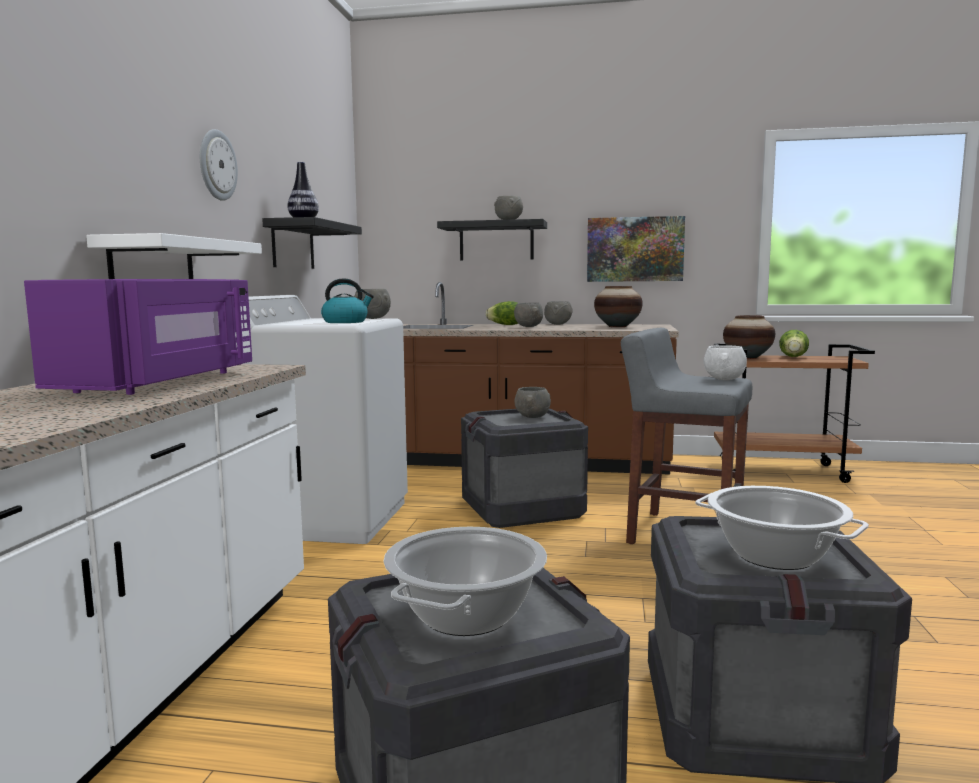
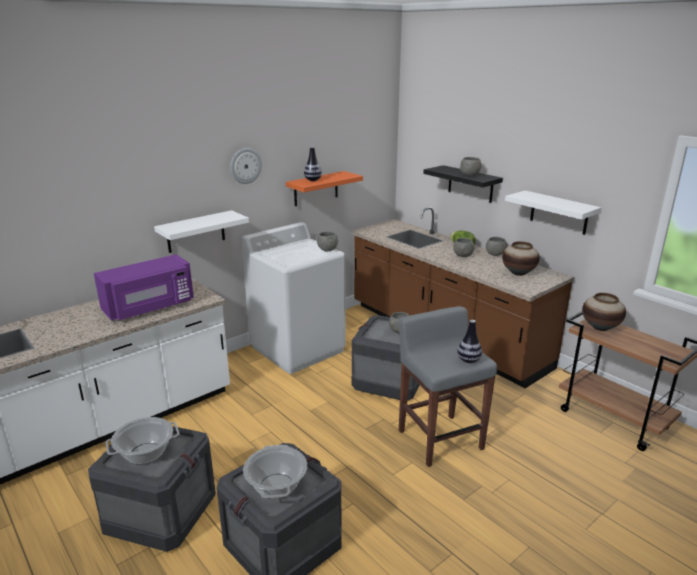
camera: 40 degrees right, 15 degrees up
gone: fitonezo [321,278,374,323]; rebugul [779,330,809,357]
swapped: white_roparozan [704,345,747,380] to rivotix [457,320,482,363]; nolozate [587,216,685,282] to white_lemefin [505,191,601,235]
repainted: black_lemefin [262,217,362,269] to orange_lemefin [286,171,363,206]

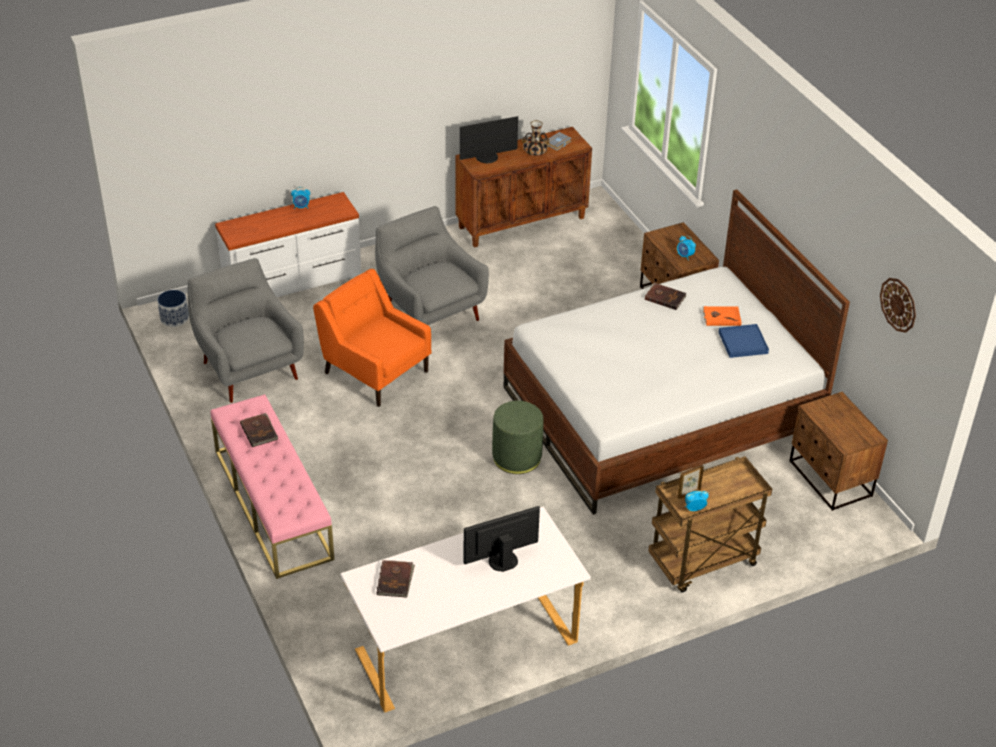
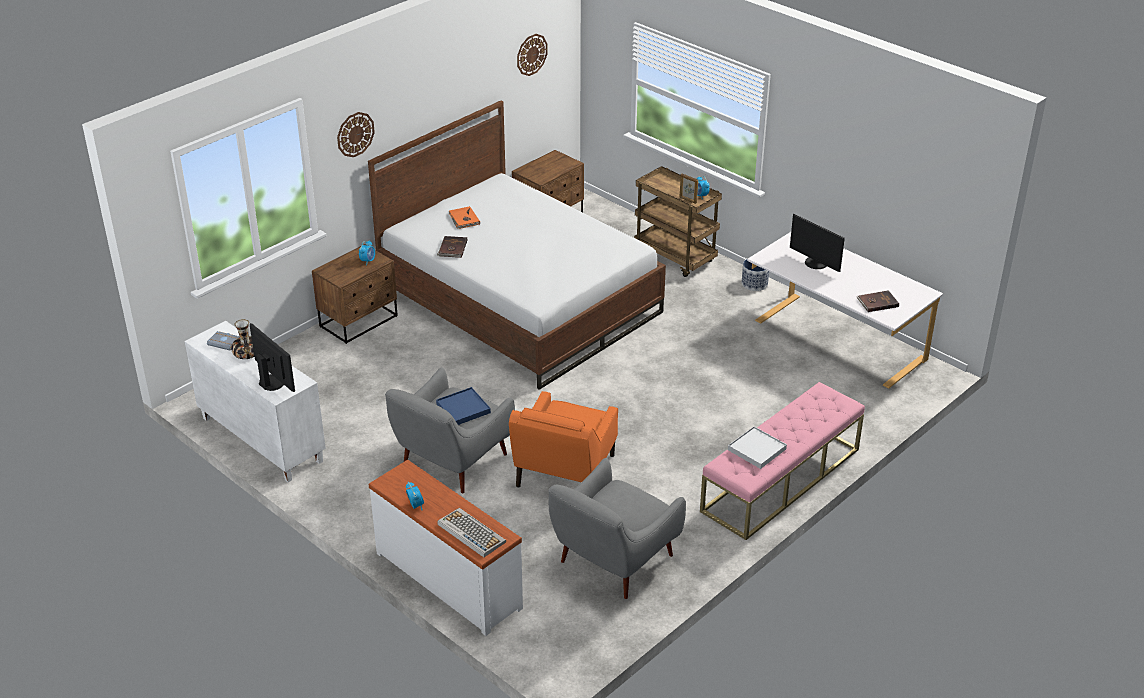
camera: 110 degrees left, 5 degrees down
gone: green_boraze [492,401,543,474]
new: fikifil [337,112,375,157]; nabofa [438,508,506,557]
shifted: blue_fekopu [719,324,769,358] to [436,387,491,425]; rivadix [157,290,189,327] to [742,259,769,291]
swapped: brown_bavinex [240,413,278,447] to white_fekopu [728,426,787,469]
repainted: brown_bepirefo [456,127,592,248] to white_bepirefo [184,321,326,482]

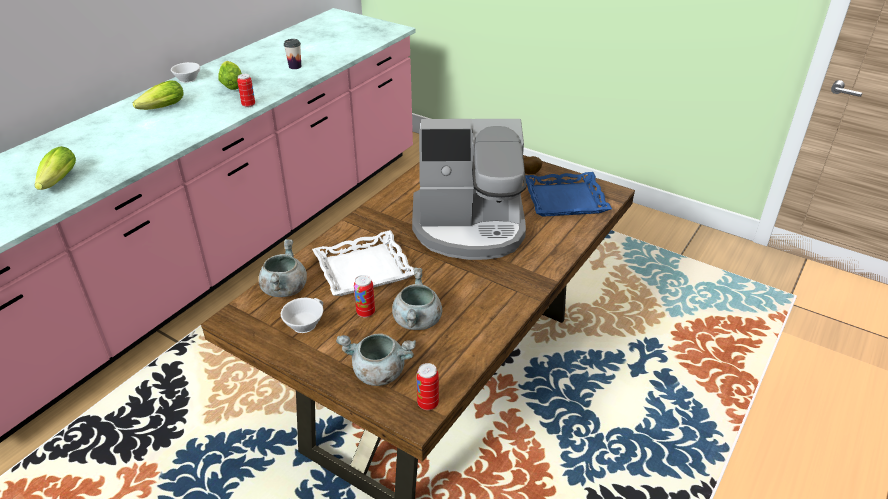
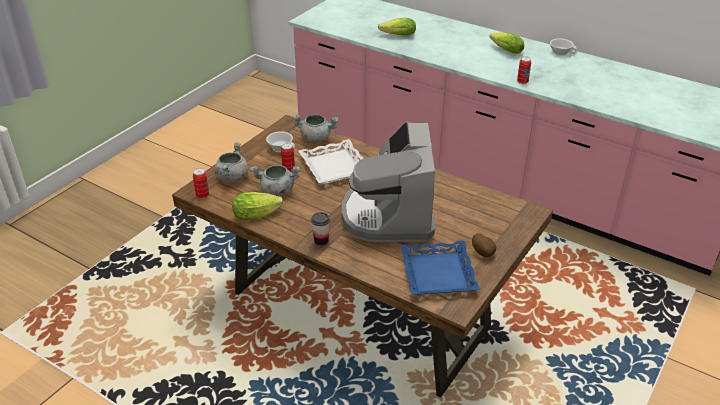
camera: 90 degrees right, 0 degrees up
shifted: rebugul [218,61,242,90] to [232,192,283,220]; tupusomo [284,39,301,69] to [311,212,330,245]

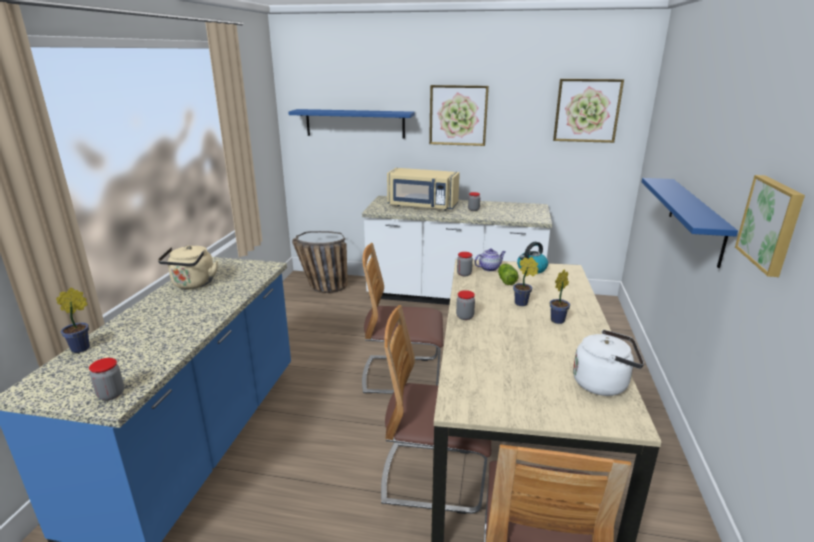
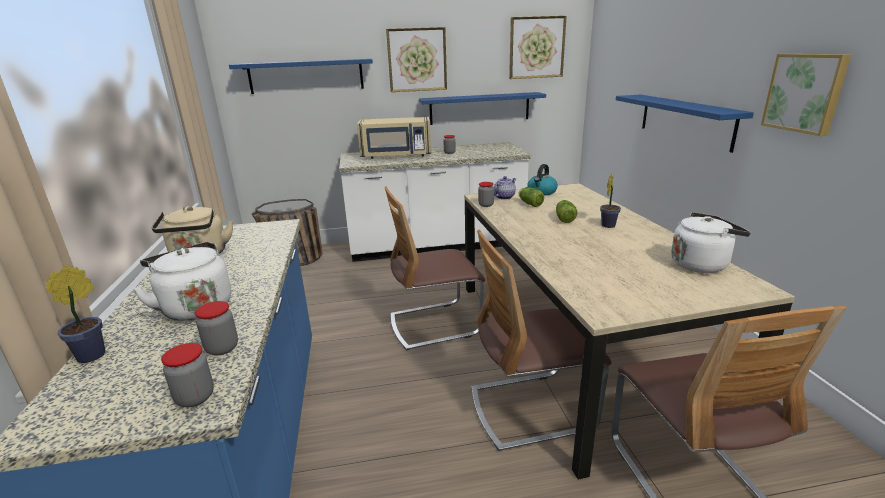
camera: 20 degrees left, 0 degrees up
new: white_fitonezo [132,242,231,321]; blue_lemefin [419,92,546,125]
shifted: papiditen [456,290,475,320] to [195,301,238,356]
swapped: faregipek [513,257,539,306] to rebugul [556,200,577,223]

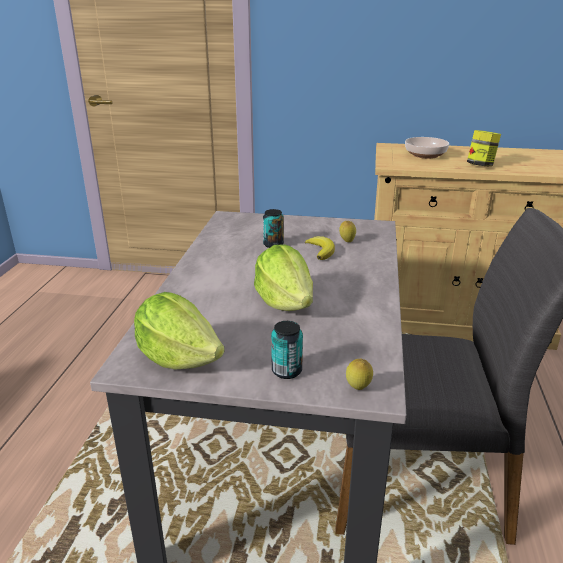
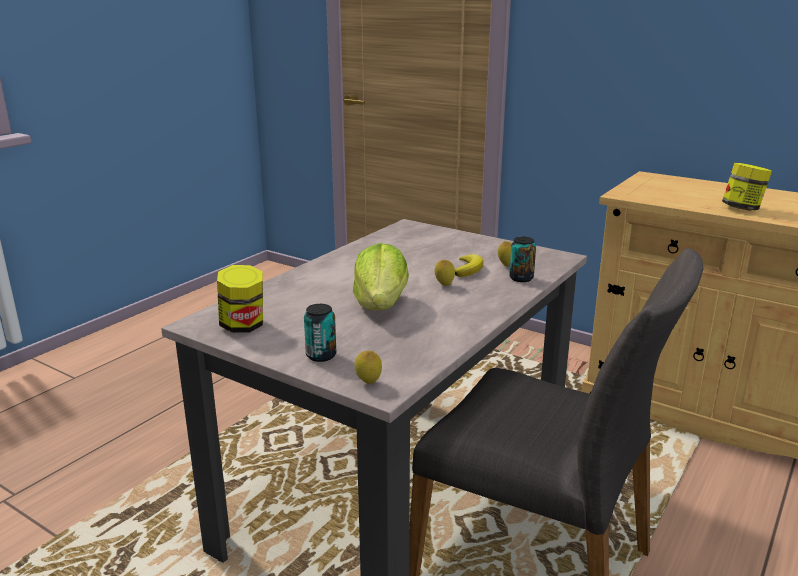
camera: 25 degrees right, 5 degrees down
gone: roparozan [405,137,449,159]
new: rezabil [435,260,455,286]
shifted: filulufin [263,209,284,248] to [509,237,536,282]
swapped: rebugul [134,292,224,370] to papiditen [217,265,263,333]

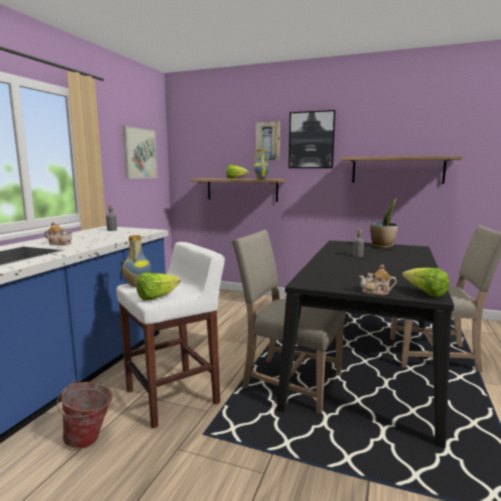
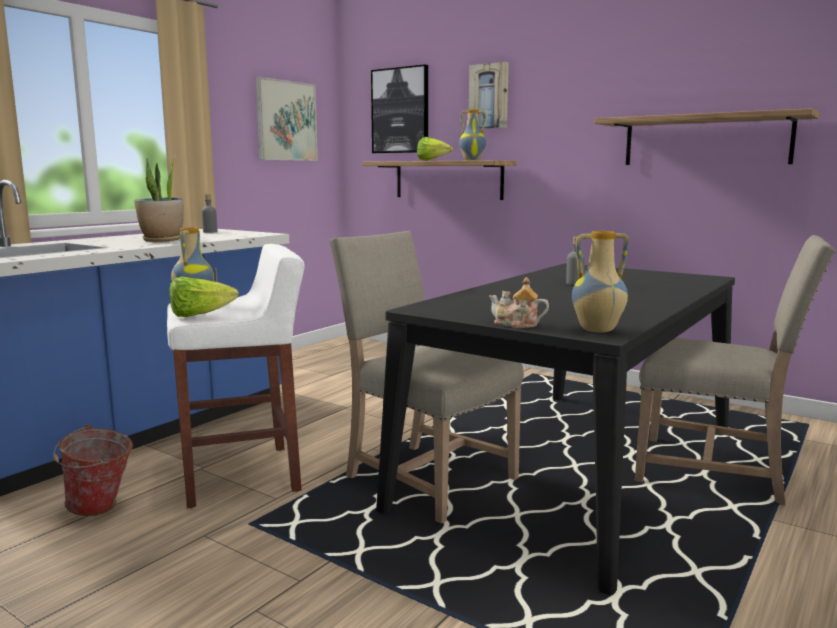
camera: 15 degrees right, 0 degrees up
gone: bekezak [44,222,72,245]
shifted: faregipek [370,199,398,248] to [134,153,184,242]; nolozate [289,110,335,168] to [371,64,428,153]
swapped: rebugul [402,268,449,298] to rivotix [572,231,629,333]

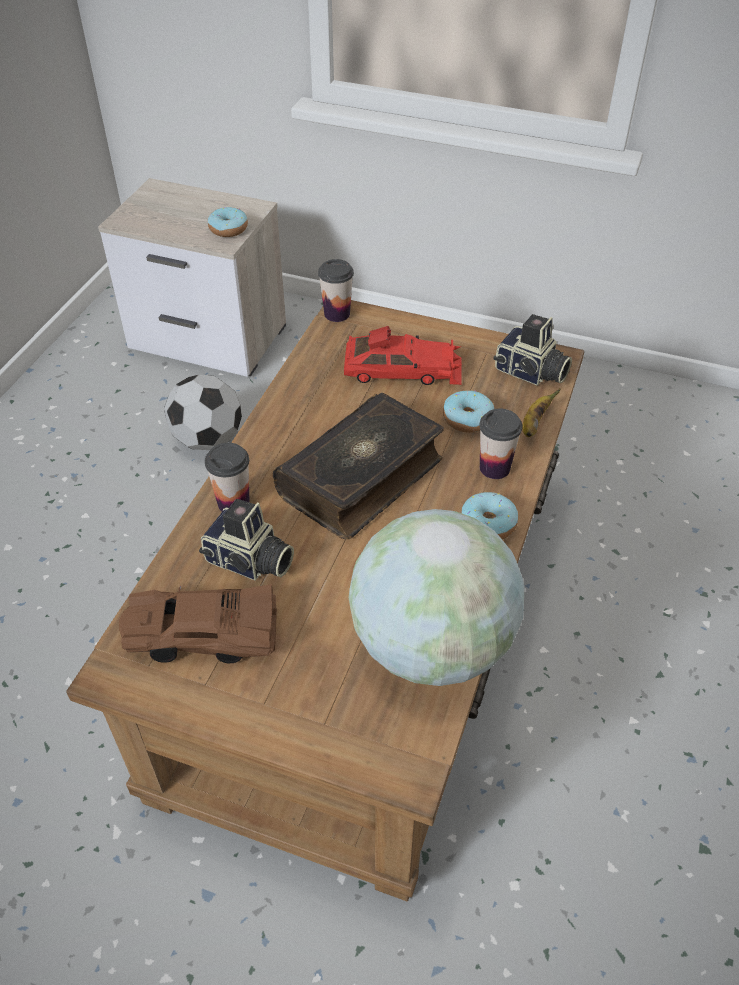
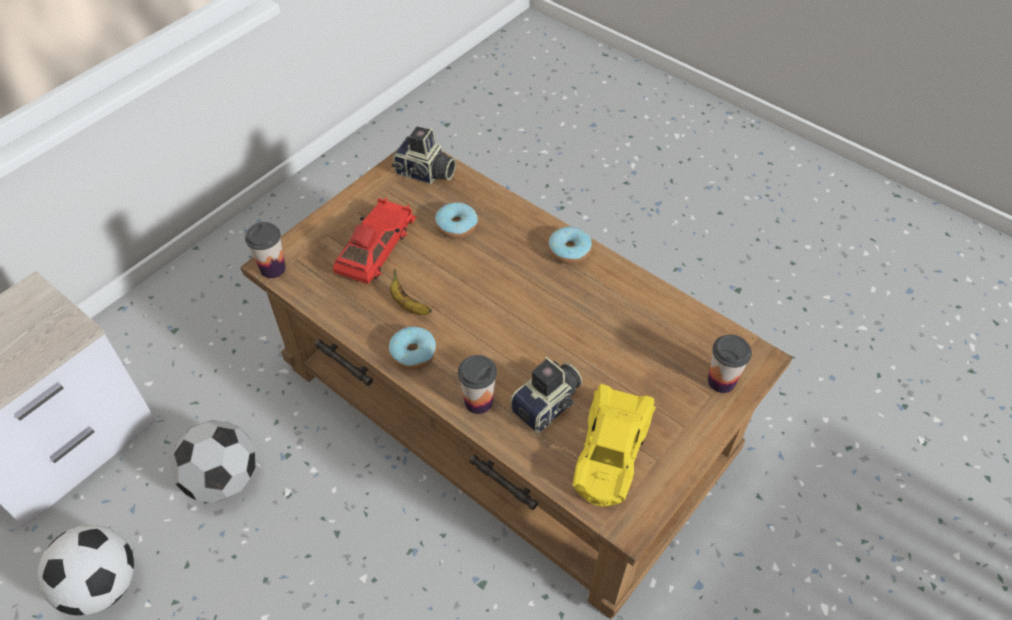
camera: 70 degrees left, 5 degrees up
gone: bavinex [273,393,444,539]; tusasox [349,509,524,686]
new: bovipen [38,525,134,616]
shifted: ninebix [208,207,248,237] to [389,327,437,370]; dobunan [522,389,560,437] to [390,269,432,315]; tupusomo [479,408,522,479] to [708,334,752,393]
repainted: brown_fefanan [119,584,277,663] to yellow_fefanan [573,384,656,506]
rotated: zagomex [493,314,572,386] = [392,127,456,184] 60 degrees clockwise

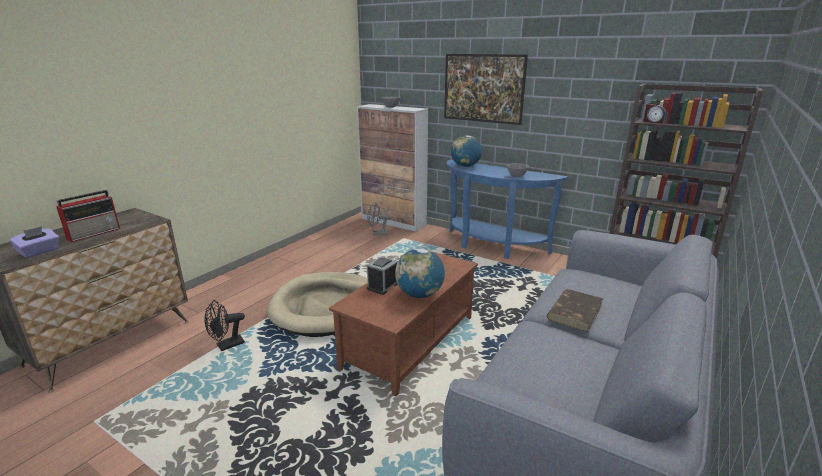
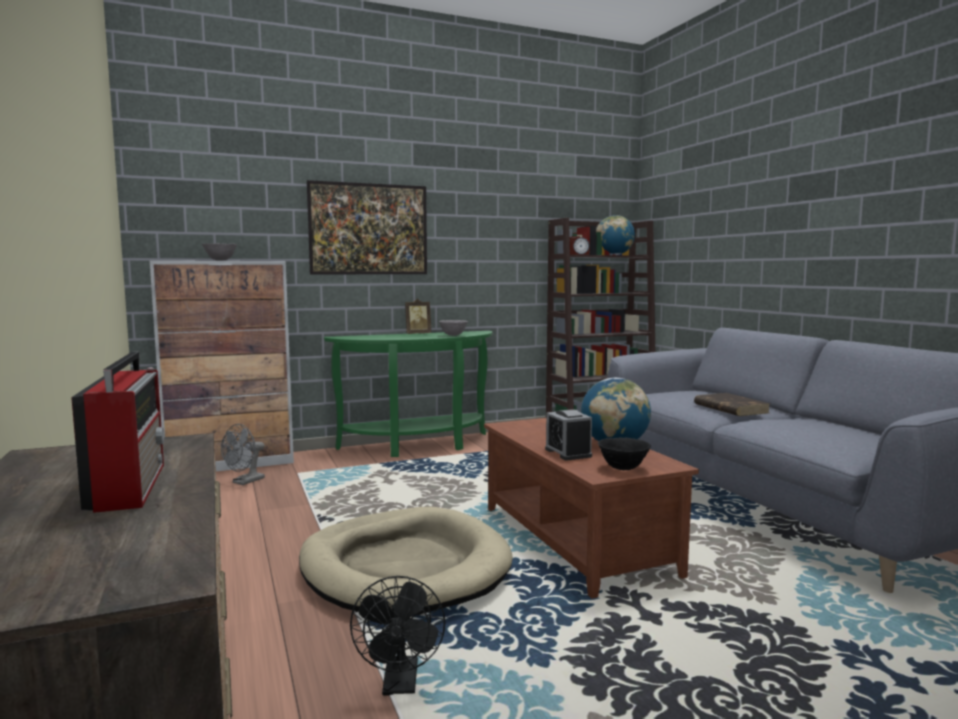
camera: 55 degrees left, 15 degrees down
gone: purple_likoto [9,226,59,258]
new: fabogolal [405,298,431,334]; black_roparozan [598,437,651,470]
shifted: tusasox [451,135,482,167] to [596,215,635,255]
repainted: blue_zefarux [446,160,568,259] to green_zefarux [324,331,493,457]

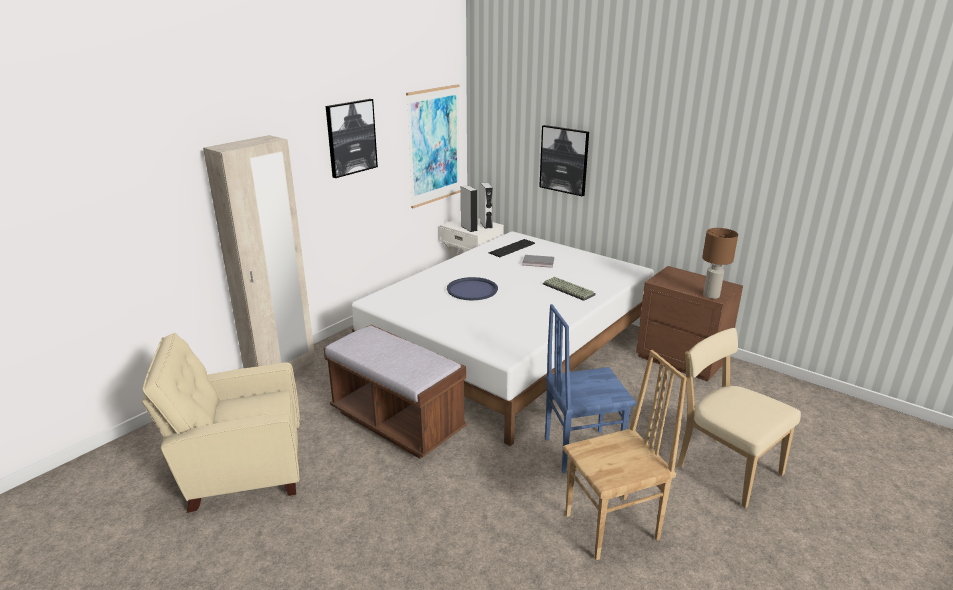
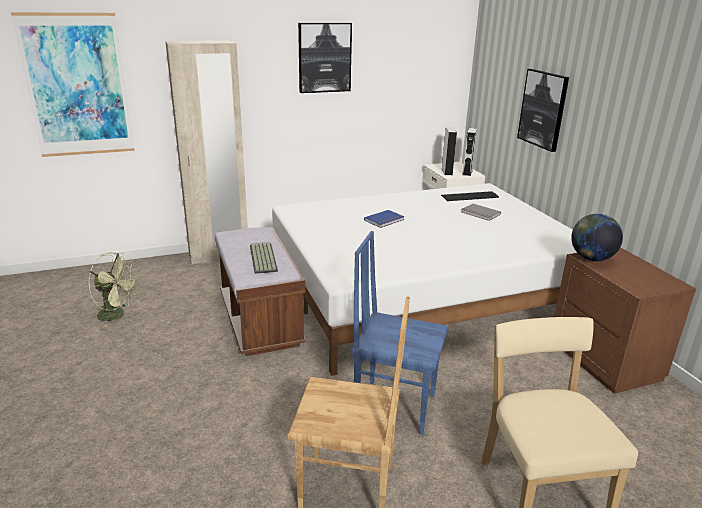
camera: 30 degrees right, 0 degrees up
gone: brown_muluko [702,228,738,299]
new: tusasox [571,214,623,261]
shifted: nolozate [406,84,461,208] to [11,12,135,157]; nabofa [543,277,596,301] to [250,242,278,274]
swapped: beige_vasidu [142,333,300,513] to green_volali [88,252,139,328]; blue_fekopu [447,277,498,300] to blue_bavinex [364,210,405,228]

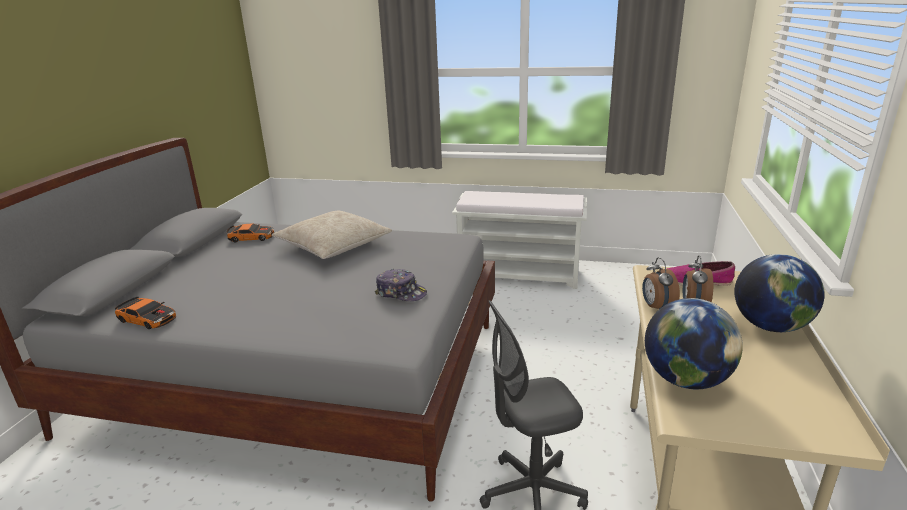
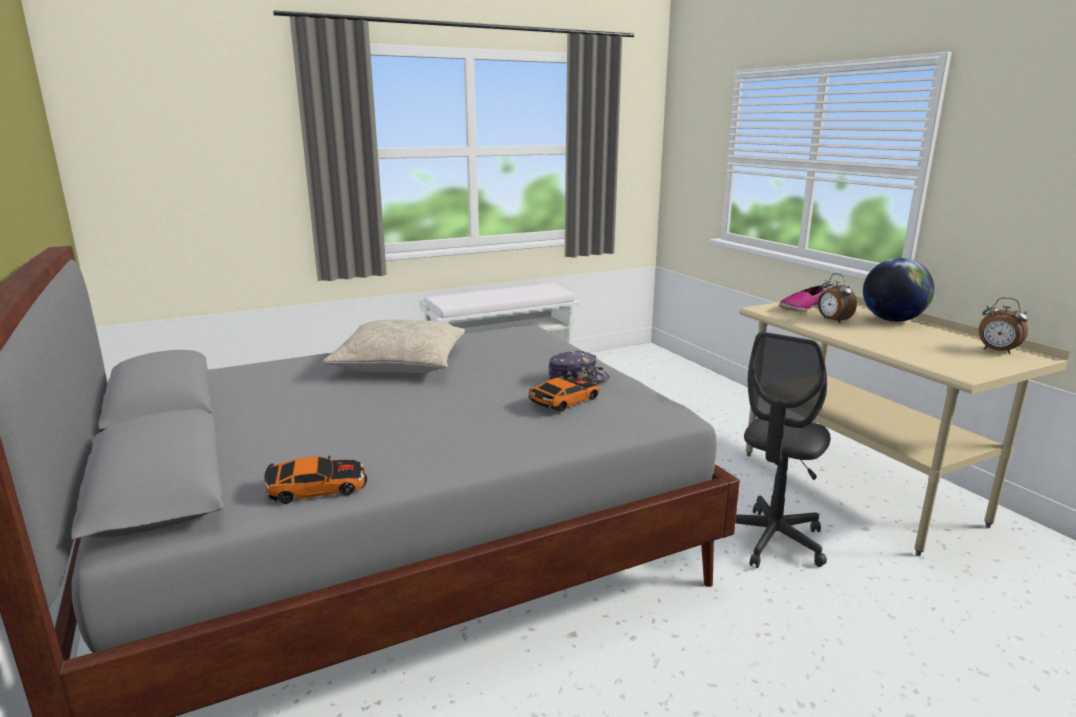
camera: 40 degrees left, 5 degrees down
gone: tusasox [645,298,743,389]
shifted: fefanan [226,224,275,242] to [529,378,599,412]; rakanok [642,257,680,309] to [979,297,1028,354]

